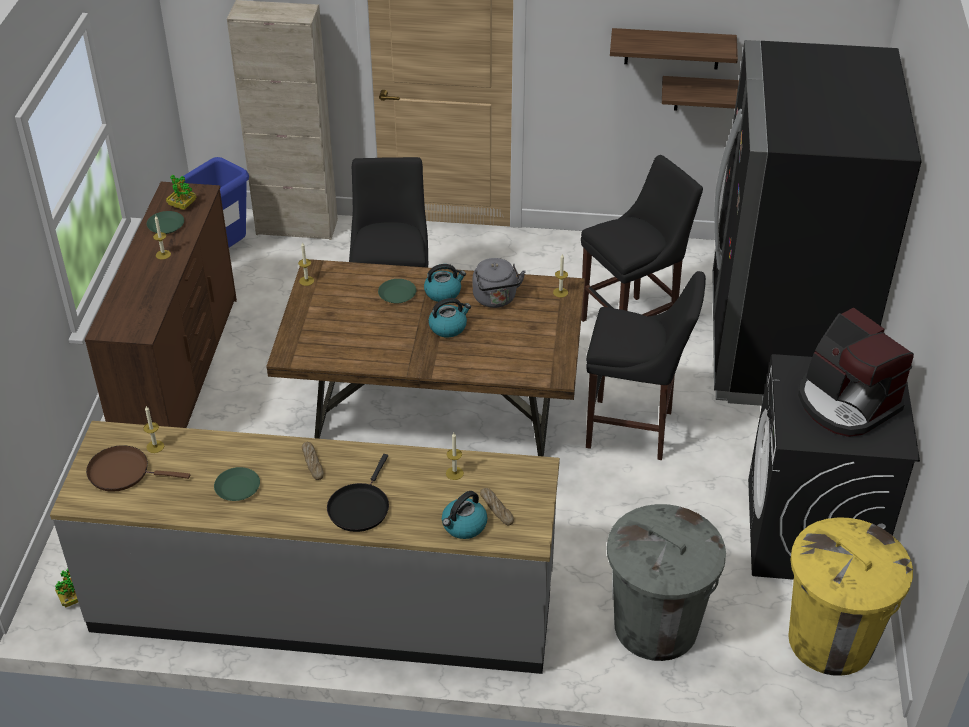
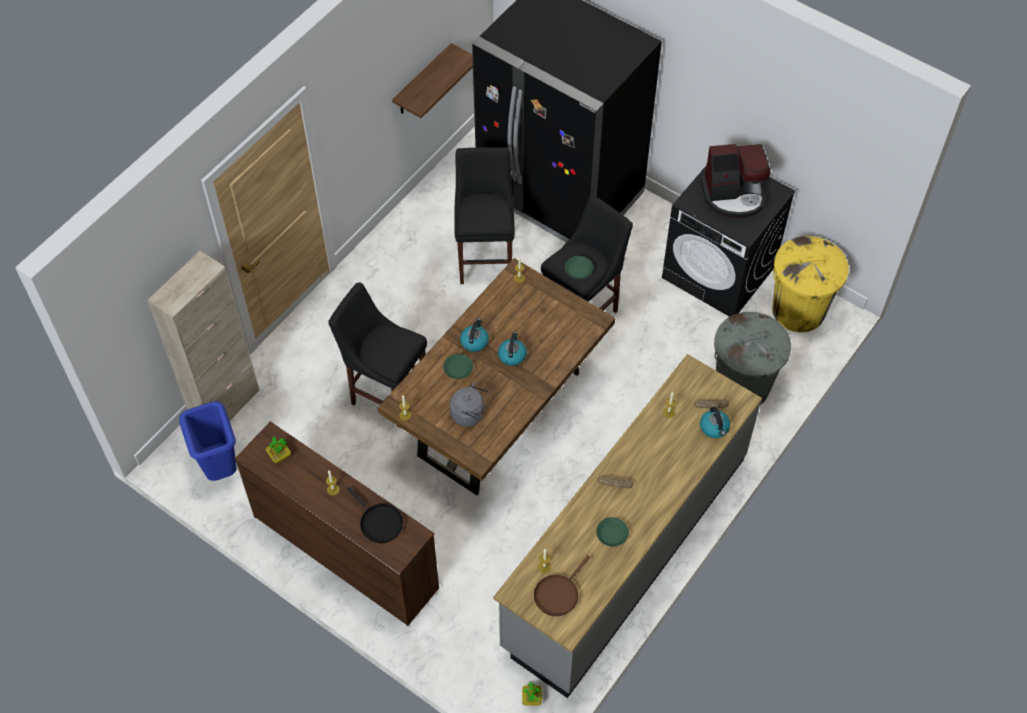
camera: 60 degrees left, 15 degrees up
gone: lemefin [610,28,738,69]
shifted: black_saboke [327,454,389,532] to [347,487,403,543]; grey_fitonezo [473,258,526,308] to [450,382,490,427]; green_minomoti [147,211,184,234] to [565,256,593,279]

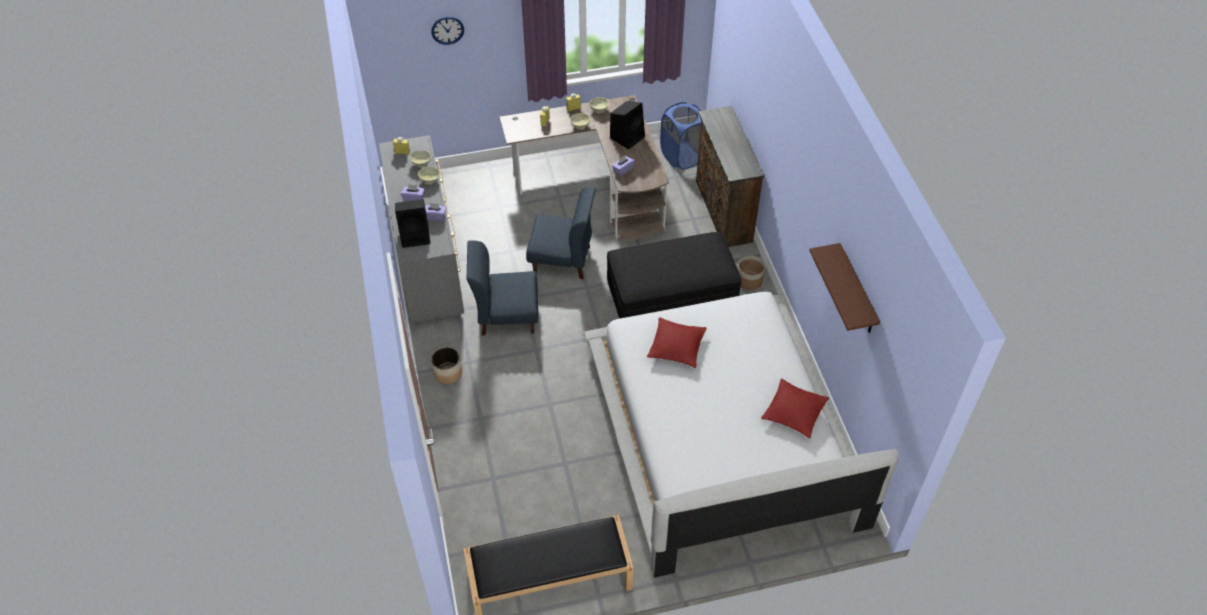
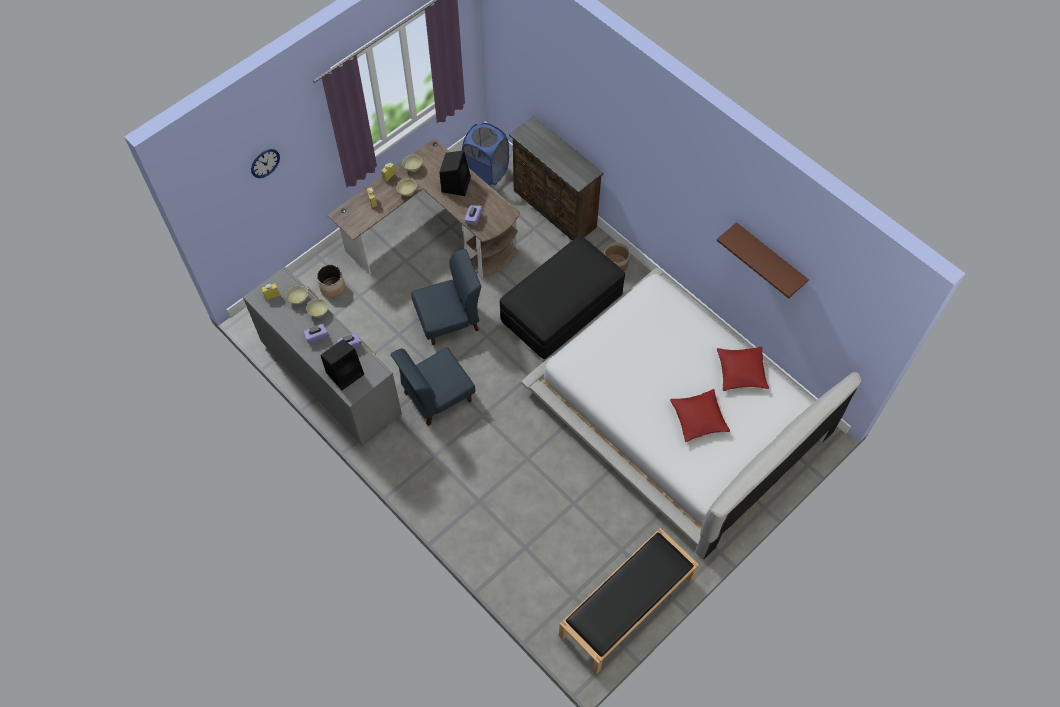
camera: 30 degrees left, 10 degrees up
shifted: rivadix [431,347,462,384] to [317,265,345,297]; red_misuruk [647,317,707,368] to [670,389,730,442]

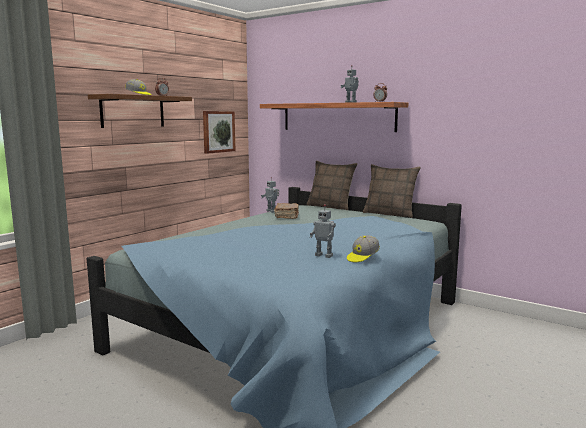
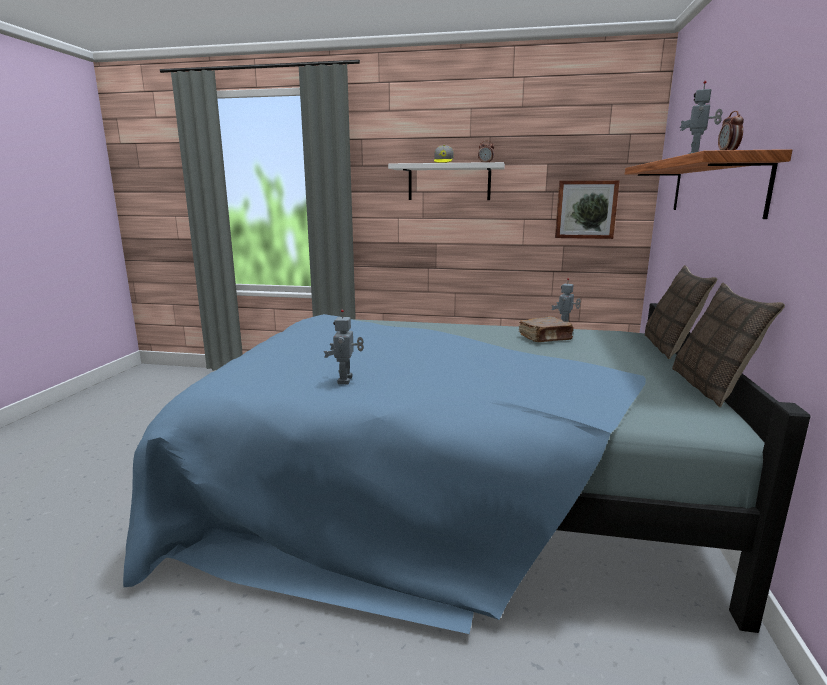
camera: 65 degrees right, 5 degrees up
gone: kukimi [347,235,380,262]
repainted: brown_lemefin [88,94,192,128] to white_lemefin [388,162,505,200]

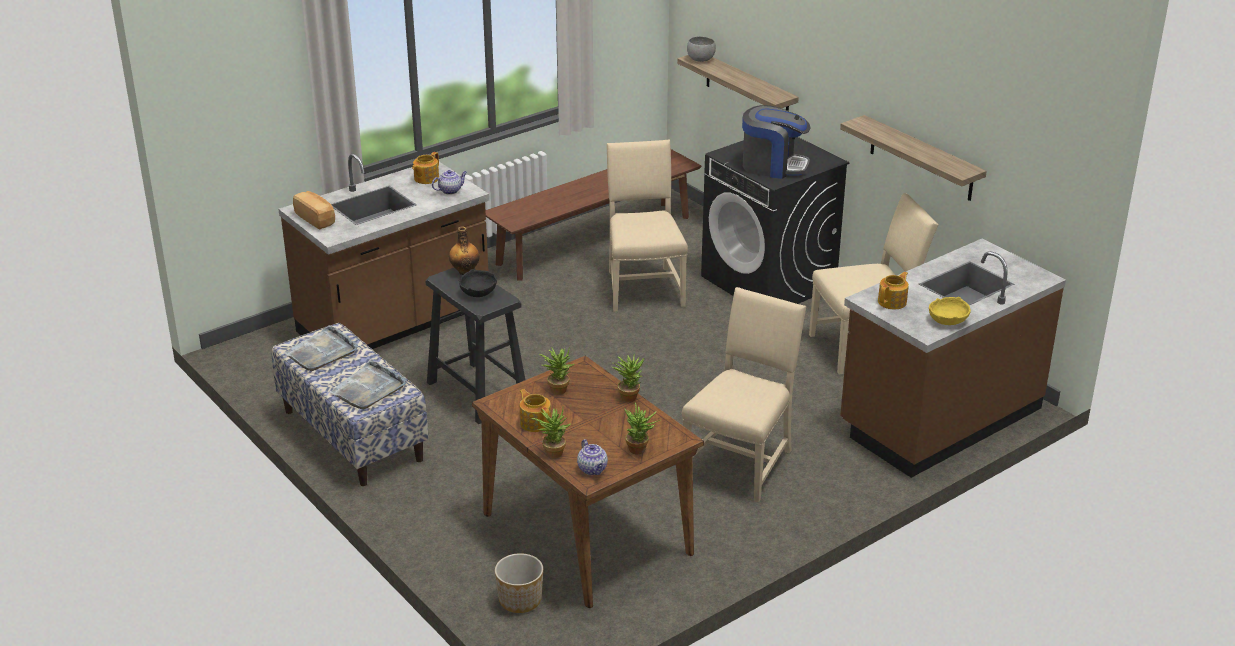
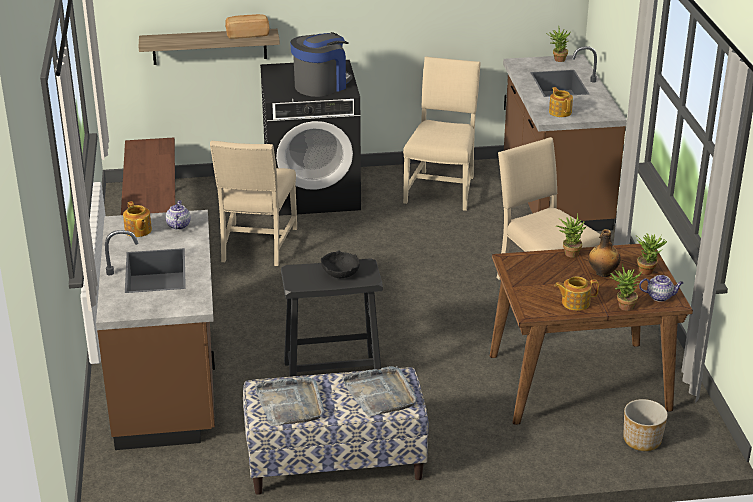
camera: 60 degrees left, 0 degrees up
gone: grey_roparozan [687,36,716,62]; lemefin [840,115,987,201]; yellow_roparozan [929,297,971,325]
shifted: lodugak [293,191,335,230] to [225,14,270,39]; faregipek [539,346,574,395] to [547,26,570,62]; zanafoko [449,227,480,275] to [588,229,621,277]
rotated: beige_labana [607,140,688,312] = [210,141,297,266] 105 degrees counterclockwise

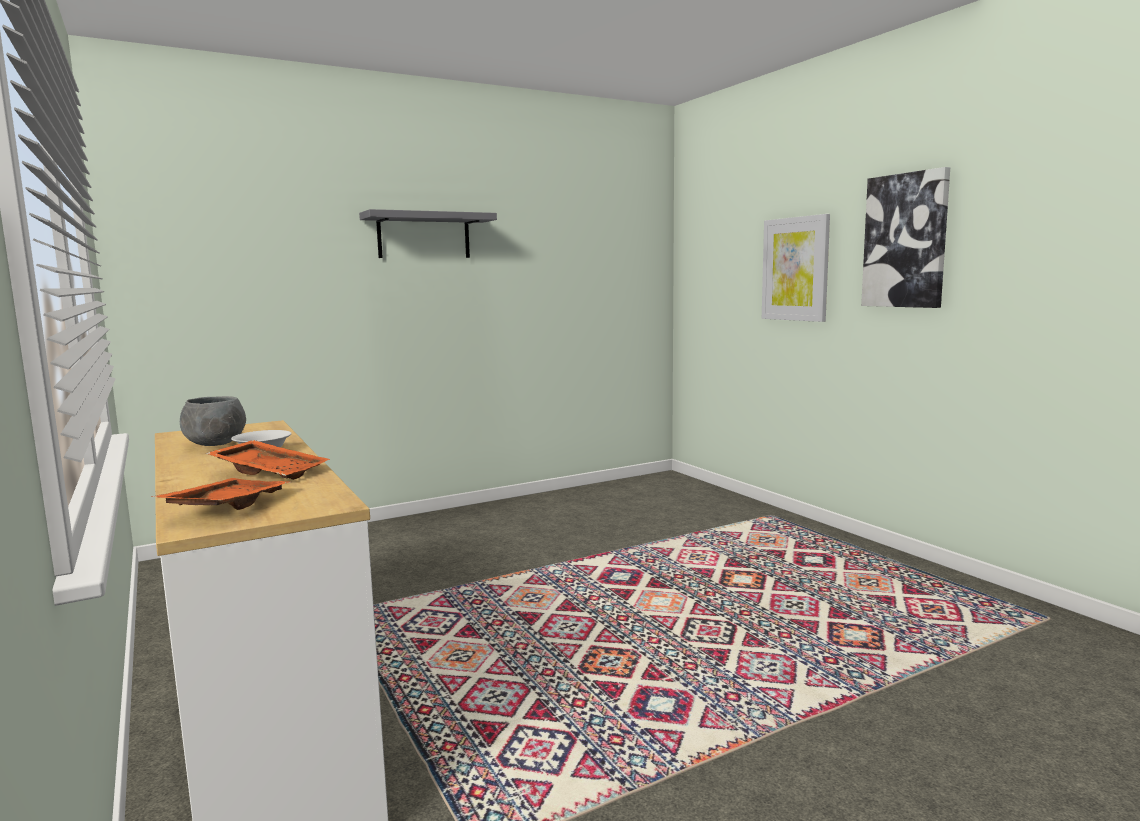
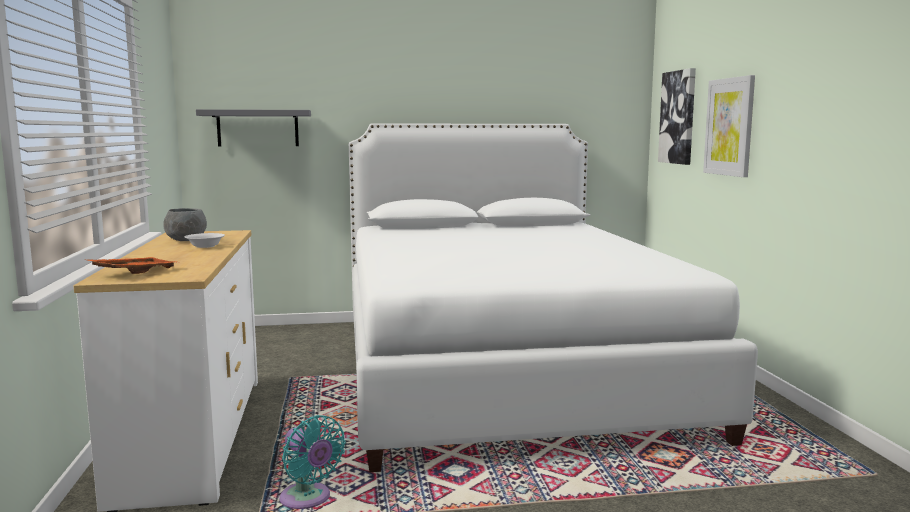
camera: 20 degrees right, 0 degrees up
gone: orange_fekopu [206,440,330,480]
new: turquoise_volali [279,415,346,509]; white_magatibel [349,124,758,472]
shifted: grey_lemefin [359,209,497,258] to [196,109,311,147]; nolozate [861,167,950,308] to [658,68,696,165]

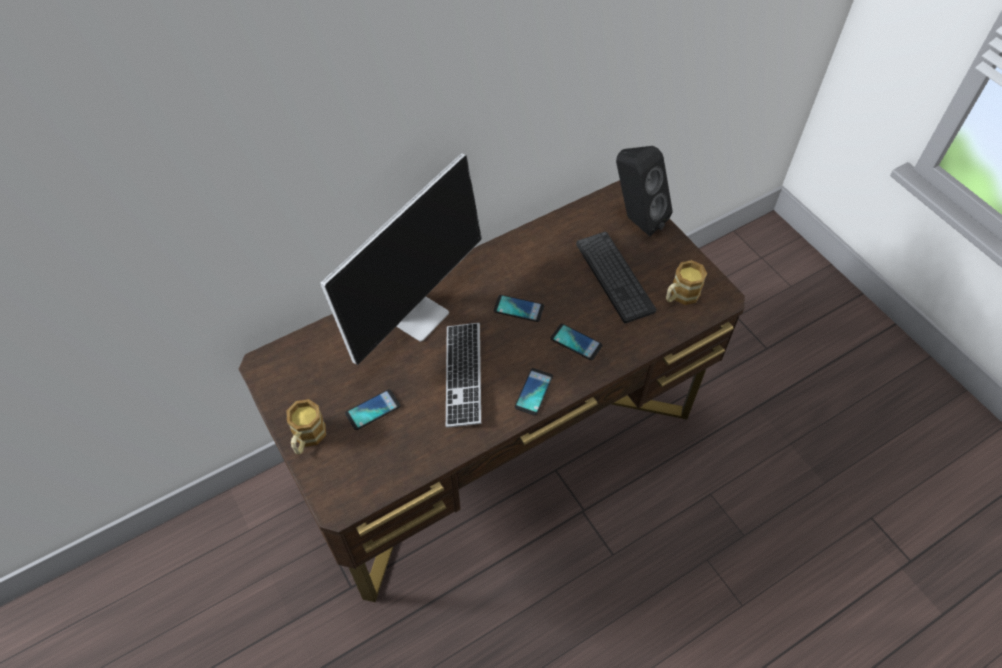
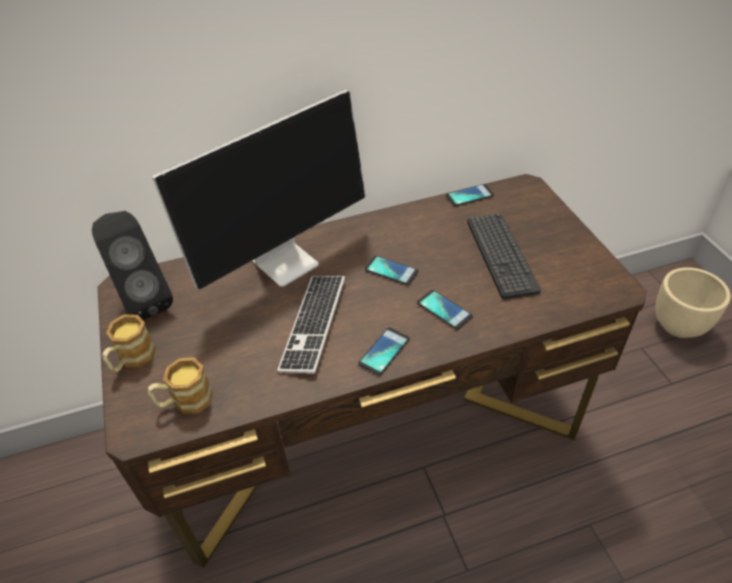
camera: 15 degrees right, 10 degrees down
new: beige_rivadix [656,267,731,338]
shifted: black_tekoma [616,146,673,236] to [92,211,173,320]; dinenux [666,260,707,305] to [148,358,213,414]; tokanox [345,389,400,430] to [446,184,494,206]

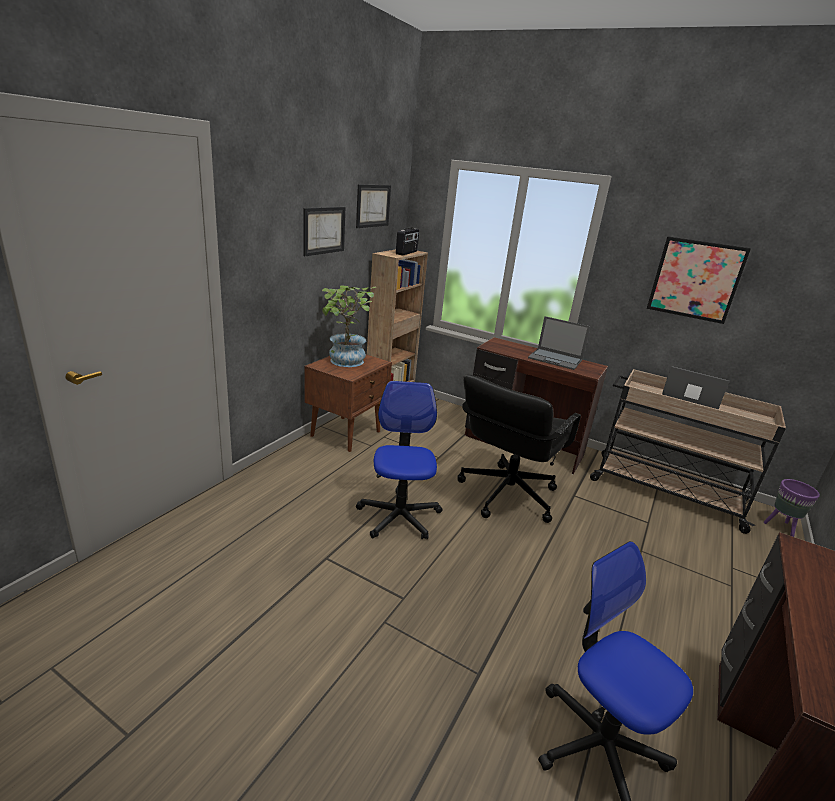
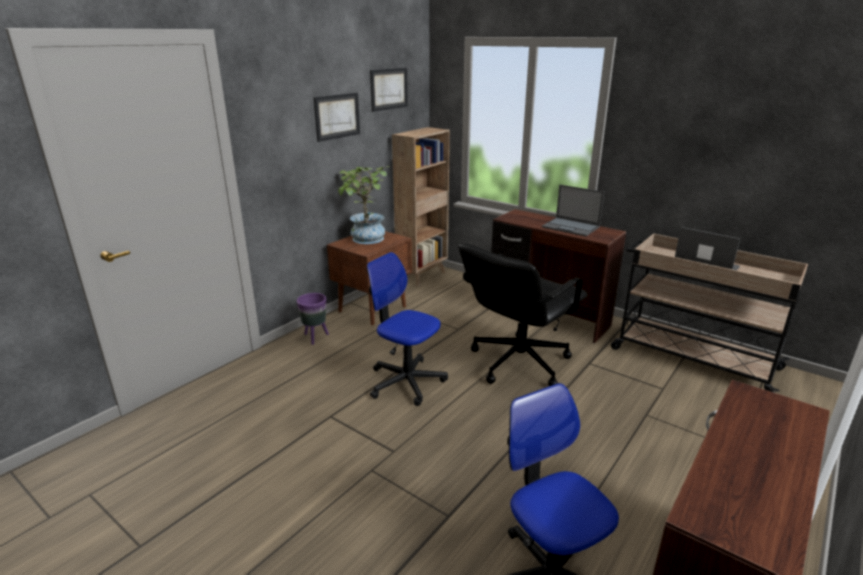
camera: 10 degrees right, 0 degrees up
gone: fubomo [396,227,419,255]; nolozate [647,237,751,324]
shifted: purple_rivadix [763,479,820,537] to [297,293,329,345]
rotated: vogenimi [356,381,442,540] = [367,252,448,406] 60 degrees counterclockwise

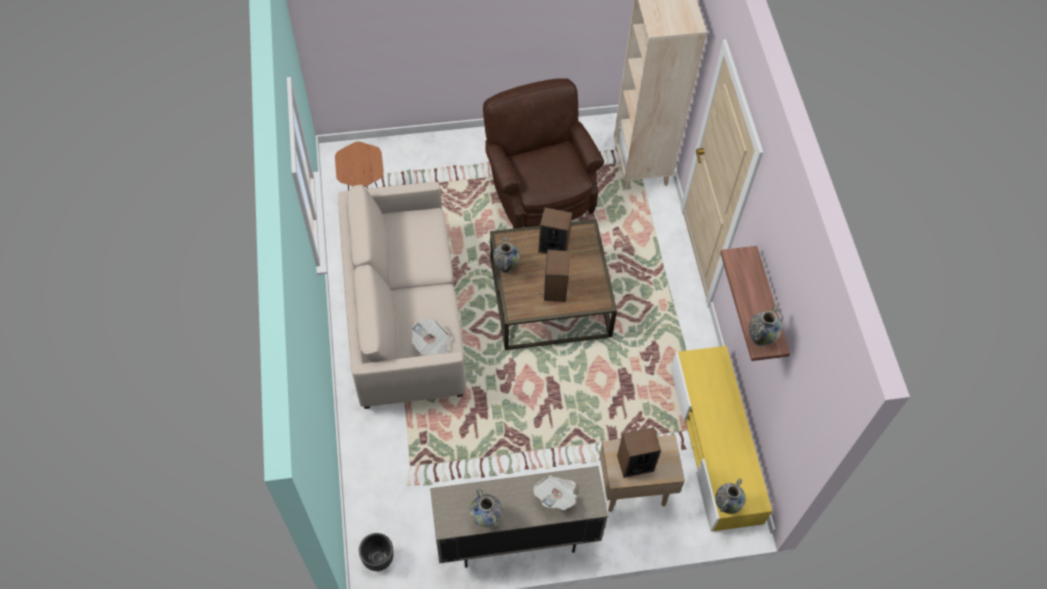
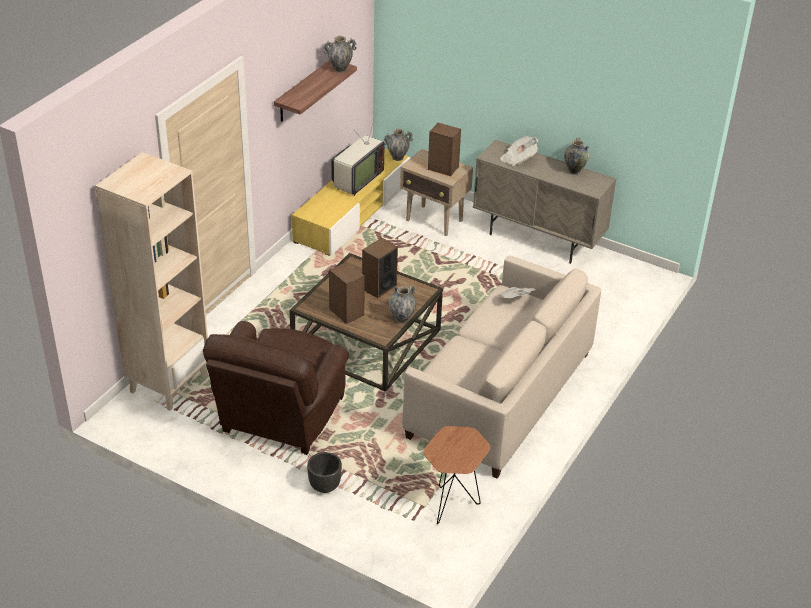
camera: 140 degrees left, 20 degrees down
new: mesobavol [331,114,384,196]
shifted: black_rivadix [359,533,394,571] to [307,452,342,493]

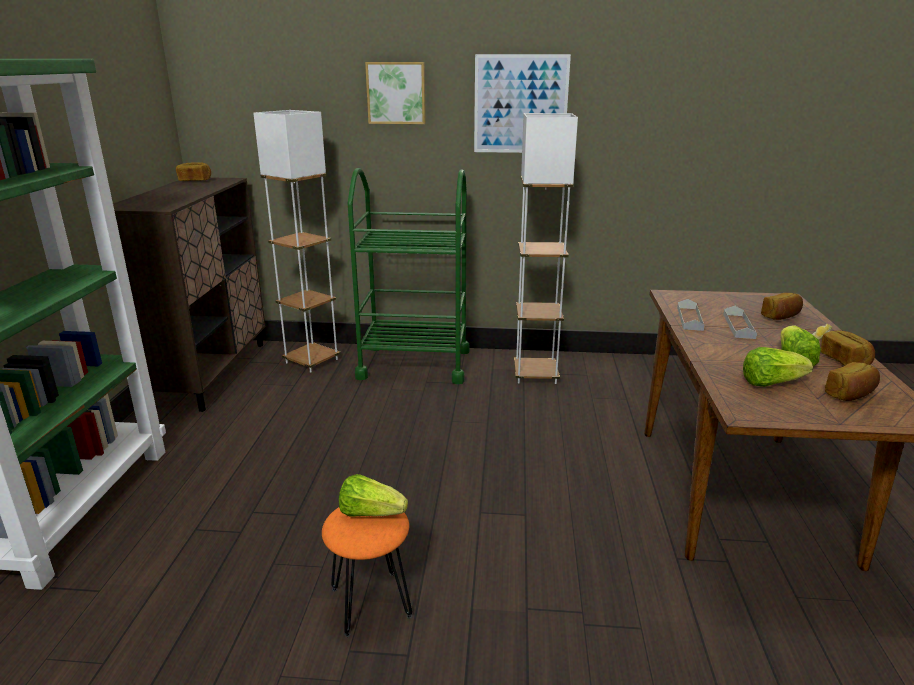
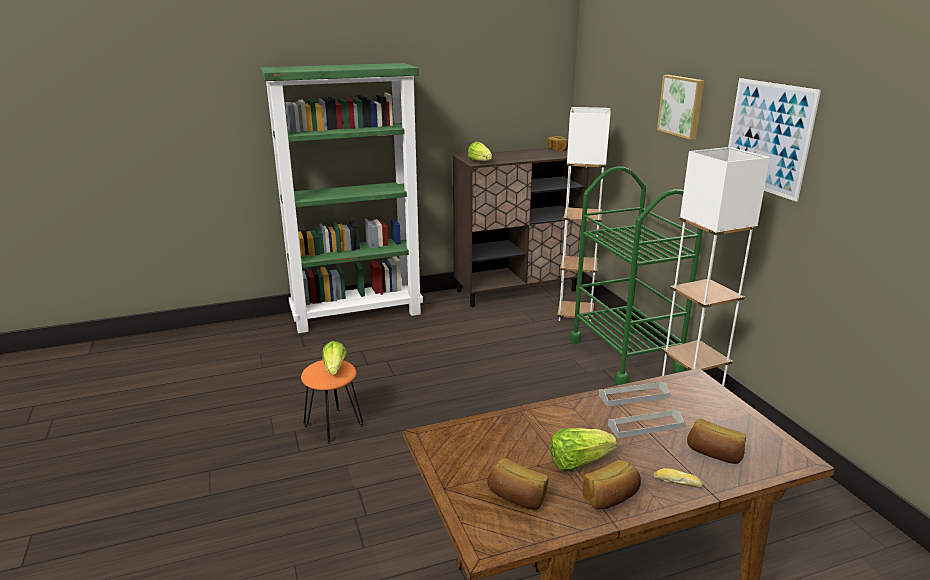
camera: 65 degrees right, 0 degrees up
shifted: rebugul [743,347,813,387] to [468,142,492,161]

